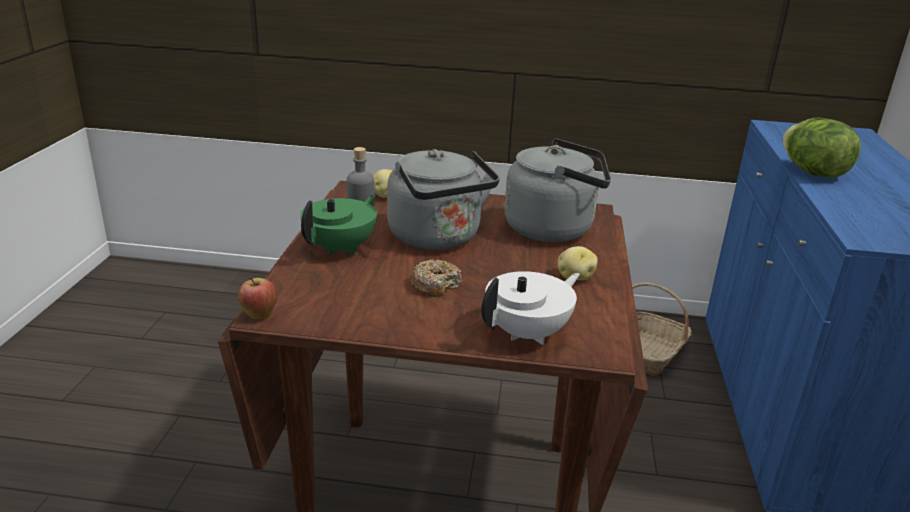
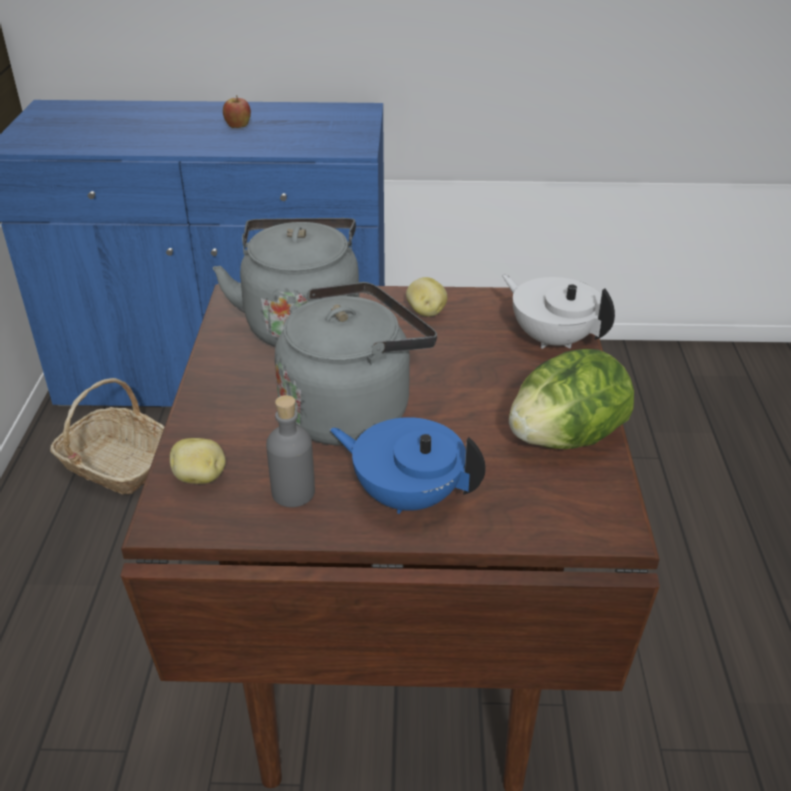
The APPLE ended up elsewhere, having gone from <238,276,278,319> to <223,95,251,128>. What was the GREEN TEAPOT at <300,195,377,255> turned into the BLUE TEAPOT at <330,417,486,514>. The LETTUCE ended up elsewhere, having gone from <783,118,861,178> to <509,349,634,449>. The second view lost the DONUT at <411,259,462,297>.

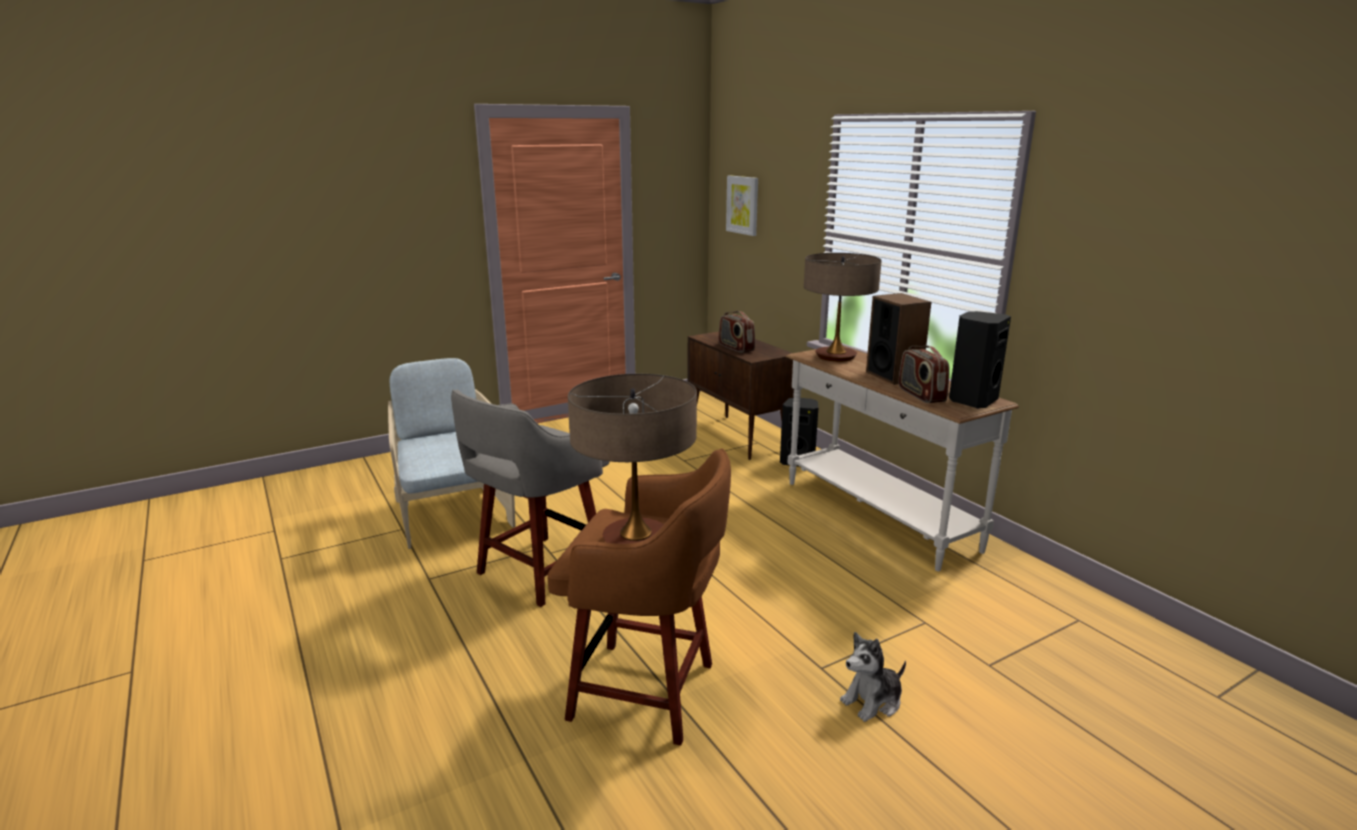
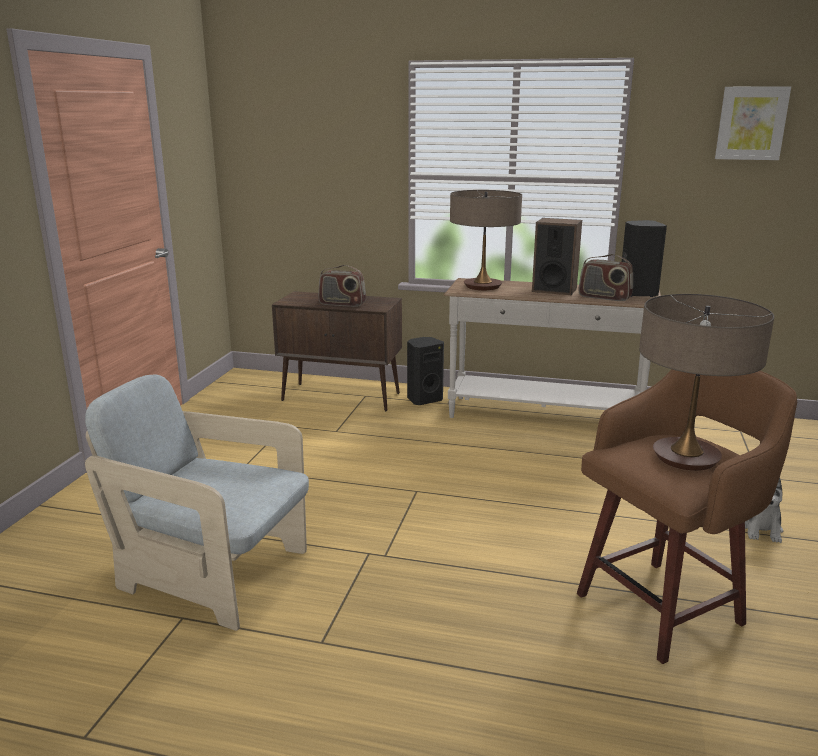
The PICTURE ended up elsewhere, having gone from <726,175,758,236> to <715,86,791,160>. The second view lost the GREY STOOL at <451,390,610,607>.

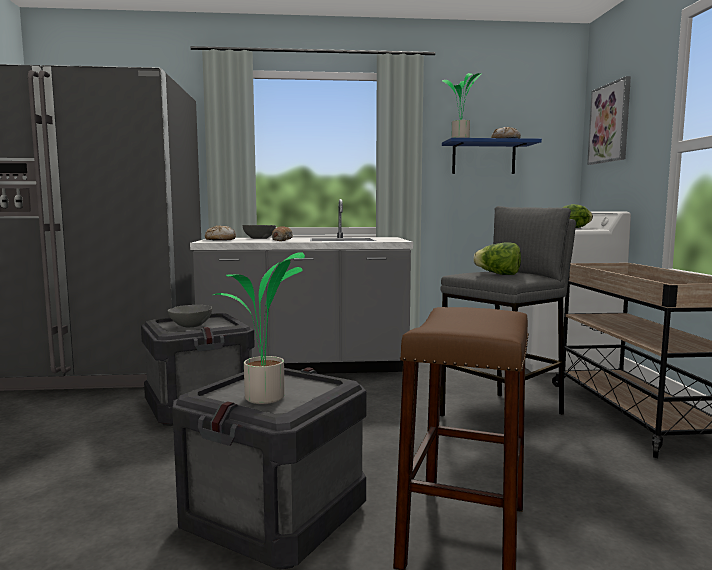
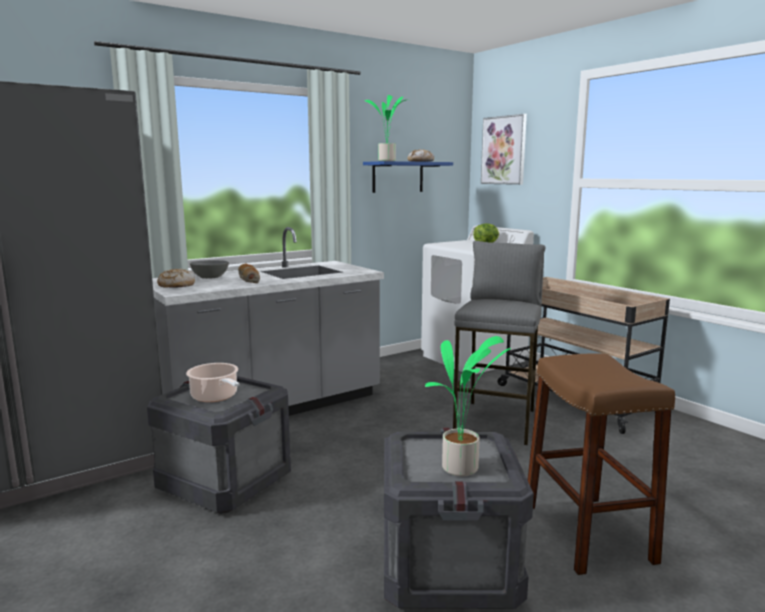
Where the GREY BOWL stood at <168,305,212,327>, the COOKING POT came to stand at <186,363,239,402>. The second view lost the LETTUCE at <474,242,521,275>.

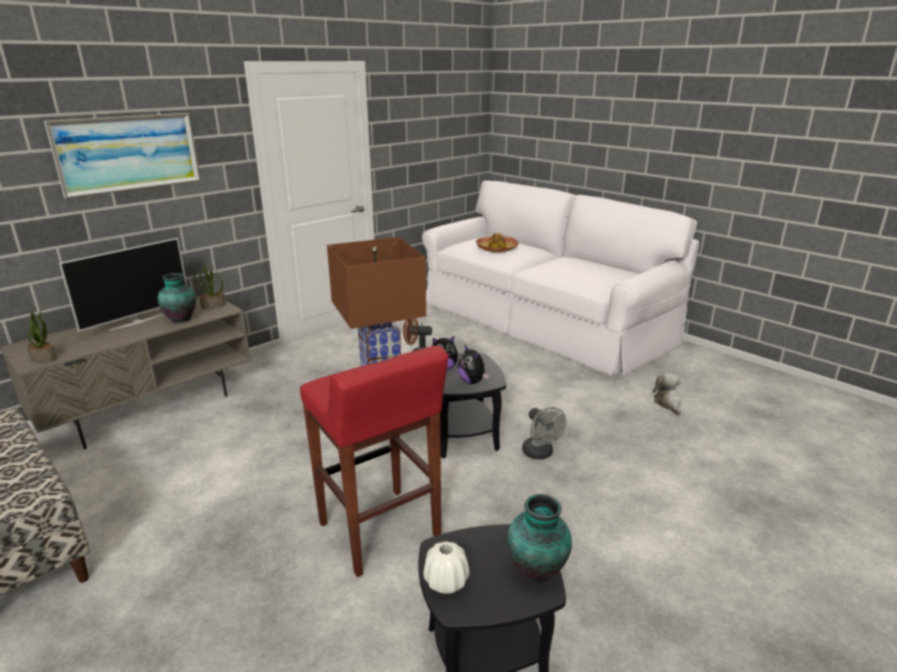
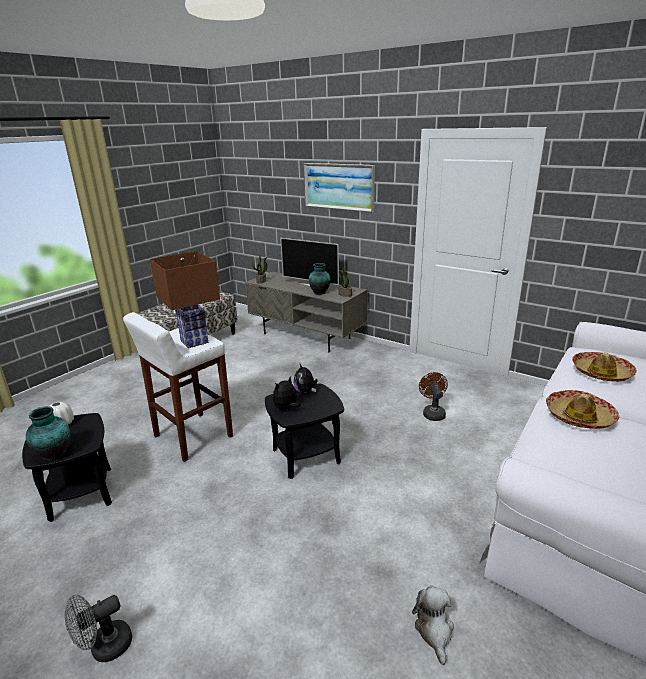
The GREY FAN ended up elsewhere, having gone from <522,407,566,460> to <64,594,132,662>. What was the RED STOOL at <300,345,448,577> turned into the WHITE STOOL at <123,312,233,462>. The PLUSH TOY at <653,373,682,415> ended up facing another way, 75 degrees counterclockwise from before. The second view gained the HAT at <546,390,619,429>.

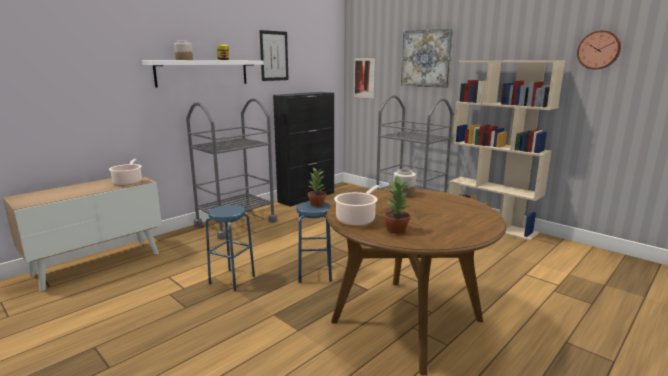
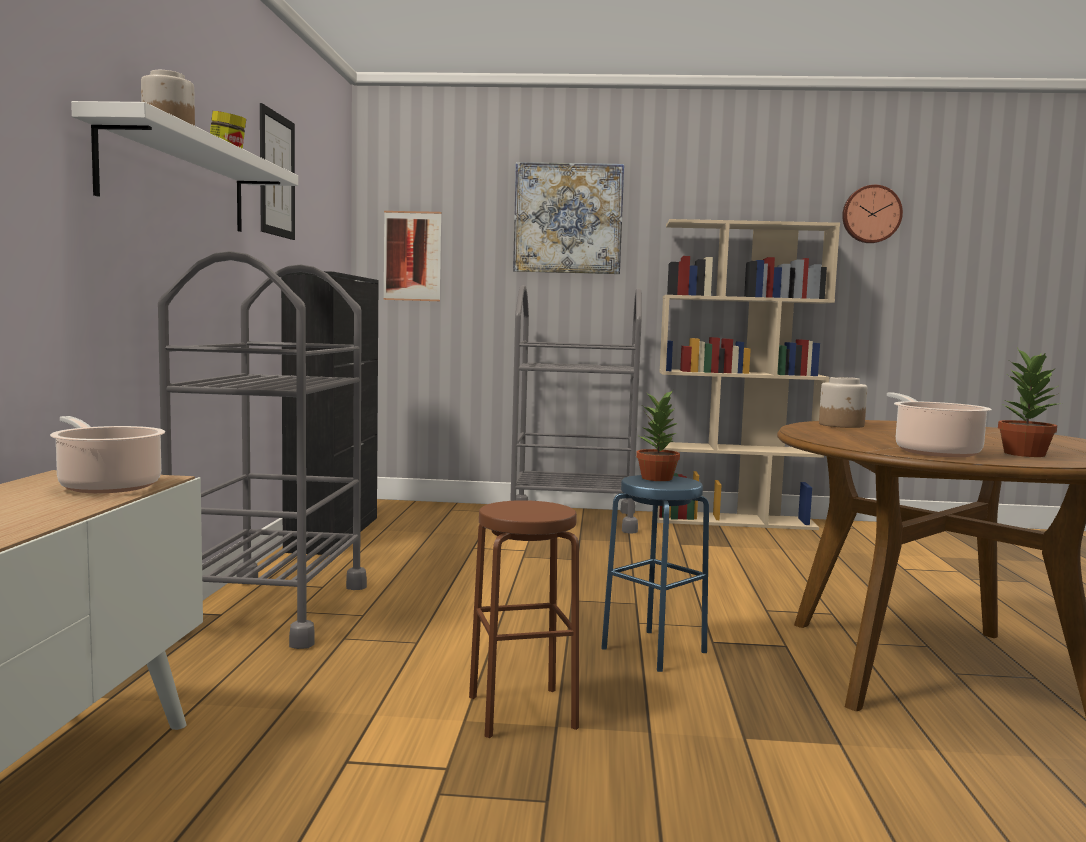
What was the BLUE STOOL at <206,205,255,291> turned into the BROWN STOOL at <469,500,579,738>.

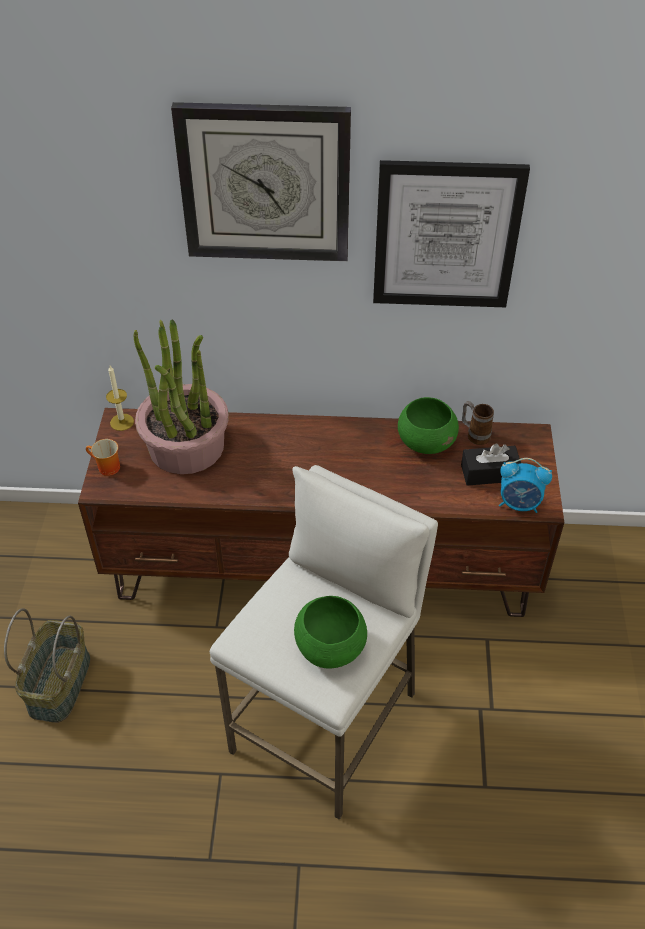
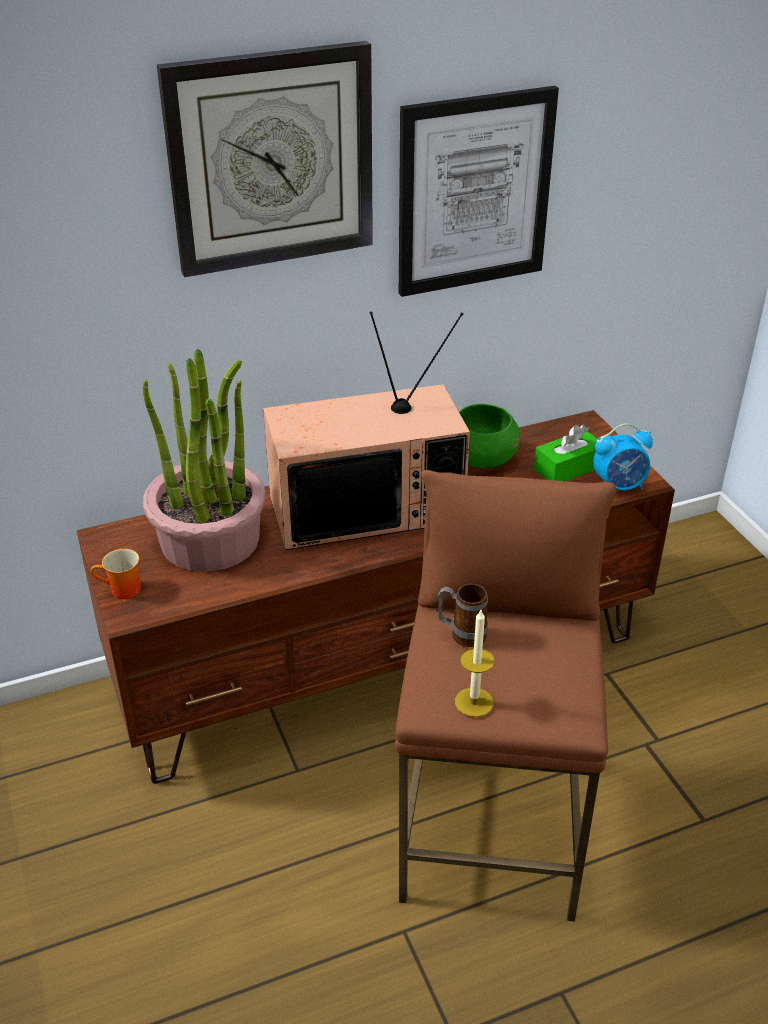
The second view gained the TELEVISION at <263,311,470,550>. What was the WHITE STOOL at <210,465,438,820> turned into the BROWN STOOL at <395,470,616,922>. The MUG ended up elsewhere, having gone from <462,401,494,445> to <438,584,488,647>. The CANDLE ended up elsewhere, having gone from <106,366,134,431> to <455,610,494,717>. What was the BLACK TISSUE BOX at <461,443,521,486> turned into the GREEN TISSUE BOX at <534,425,597,481>. The second view lost the BASKET at <4,608,90,723>. The second view lost the GREEN BOWL at <294,596,367,668>.

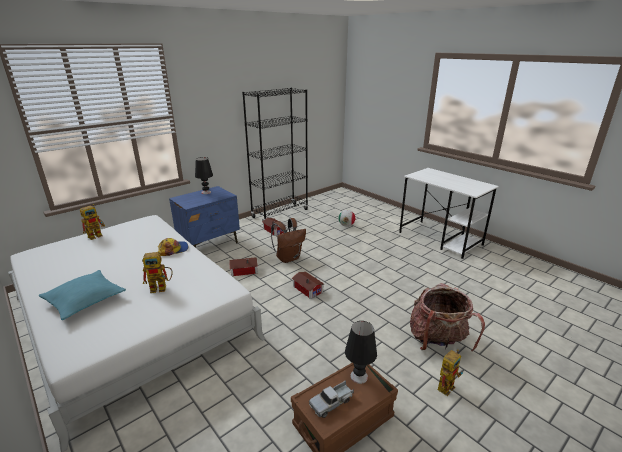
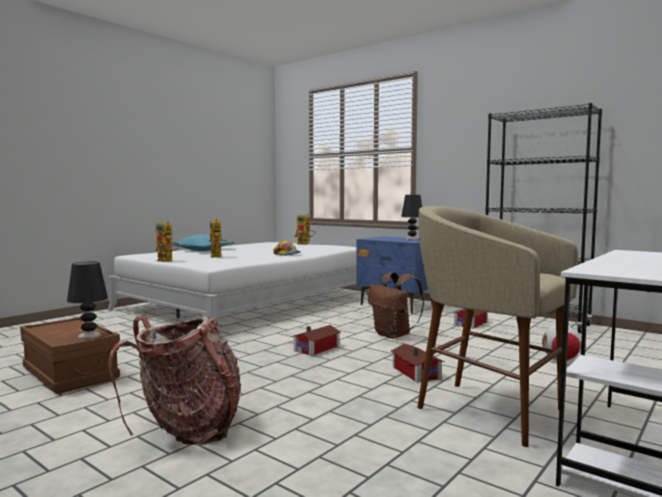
The TOY ROBOT ended up elsewhere, having gone from <438,349,463,396> to <155,221,181,262>. The TOY HOUSE ended up elsewhere, having gone from <229,257,258,276> to <391,344,444,383>. The second view gained the BEIGE STOOL at <417,206,578,447>. The second view lost the TOY TRUCK at <309,380,354,418>.

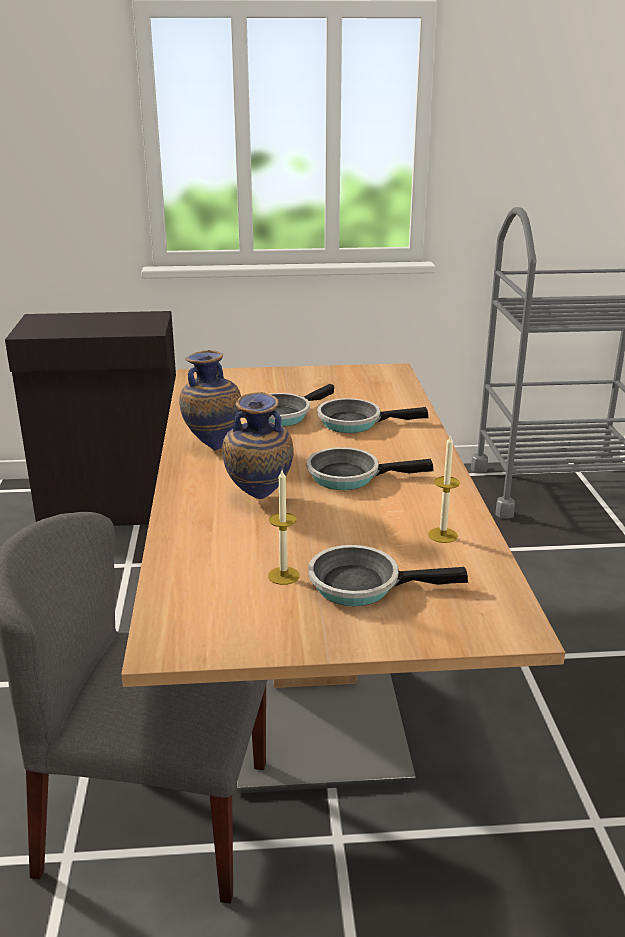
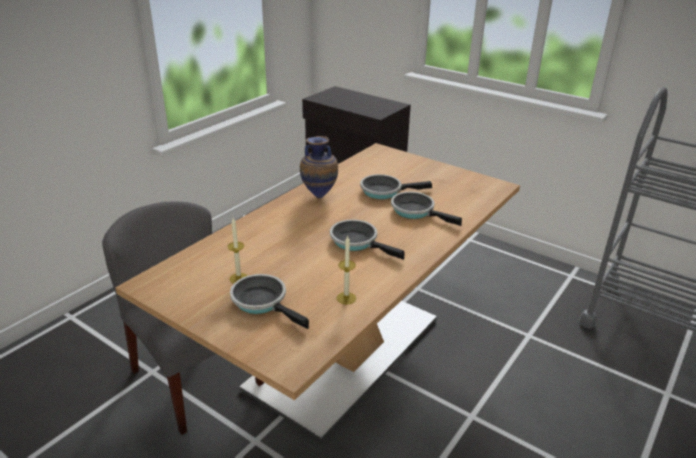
The second view lost the VASE at <223,392,294,499>.

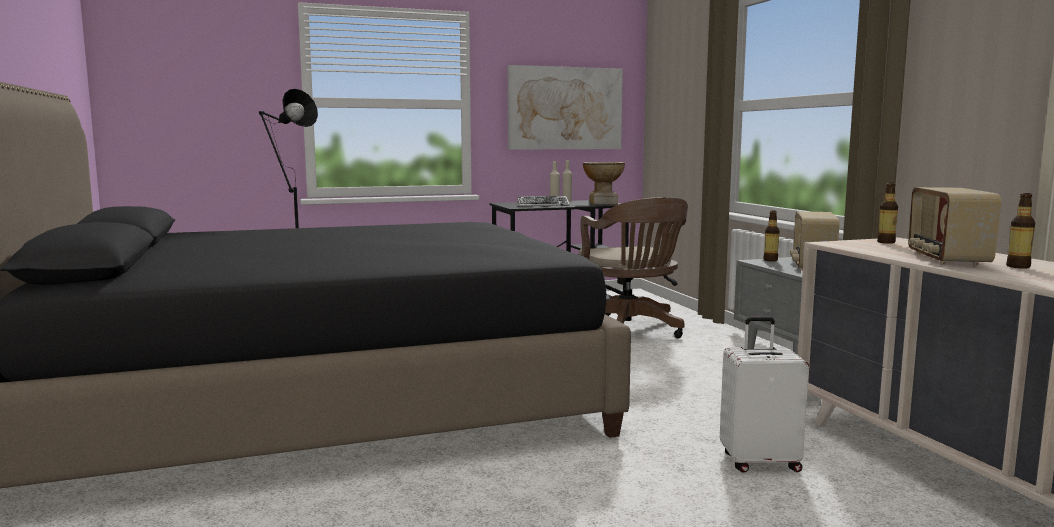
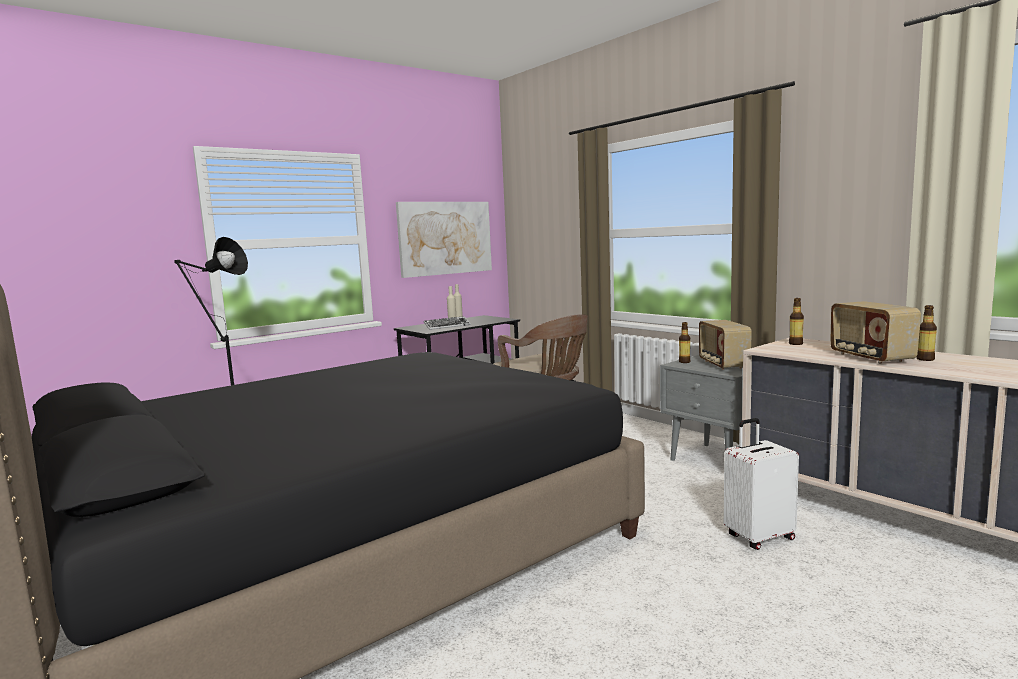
The second view lost the VASE at <583,162,625,204>.

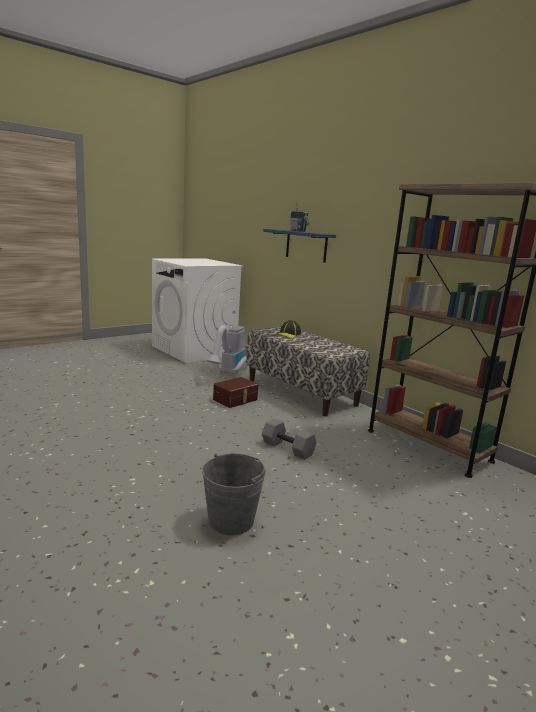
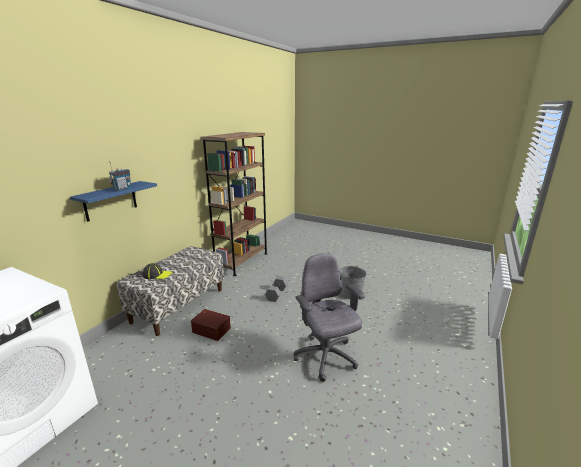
The second view gained the GREY OFFICE CHAIR at <294,253,365,382>. The second view lost the VACUUM CLEANER at <206,325,248,374>.

